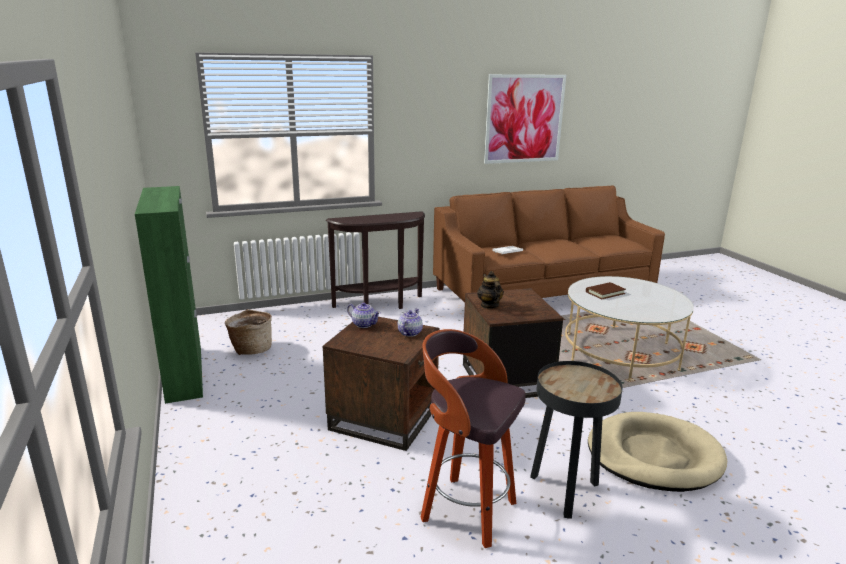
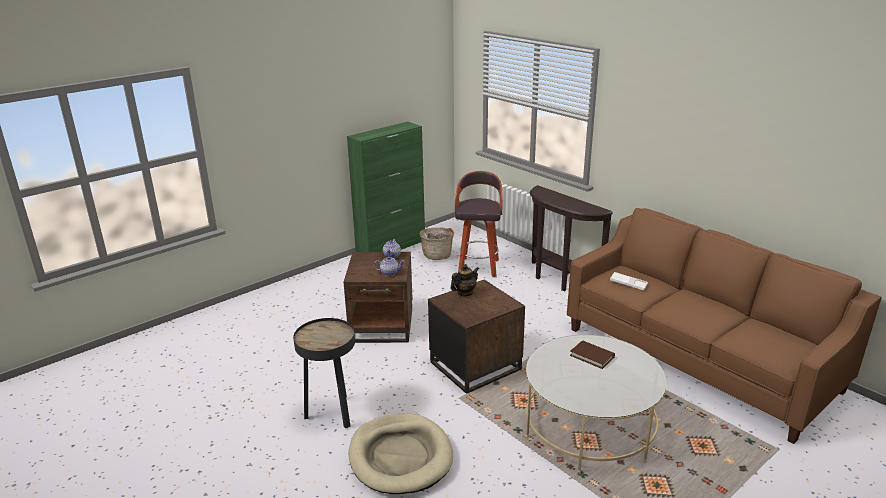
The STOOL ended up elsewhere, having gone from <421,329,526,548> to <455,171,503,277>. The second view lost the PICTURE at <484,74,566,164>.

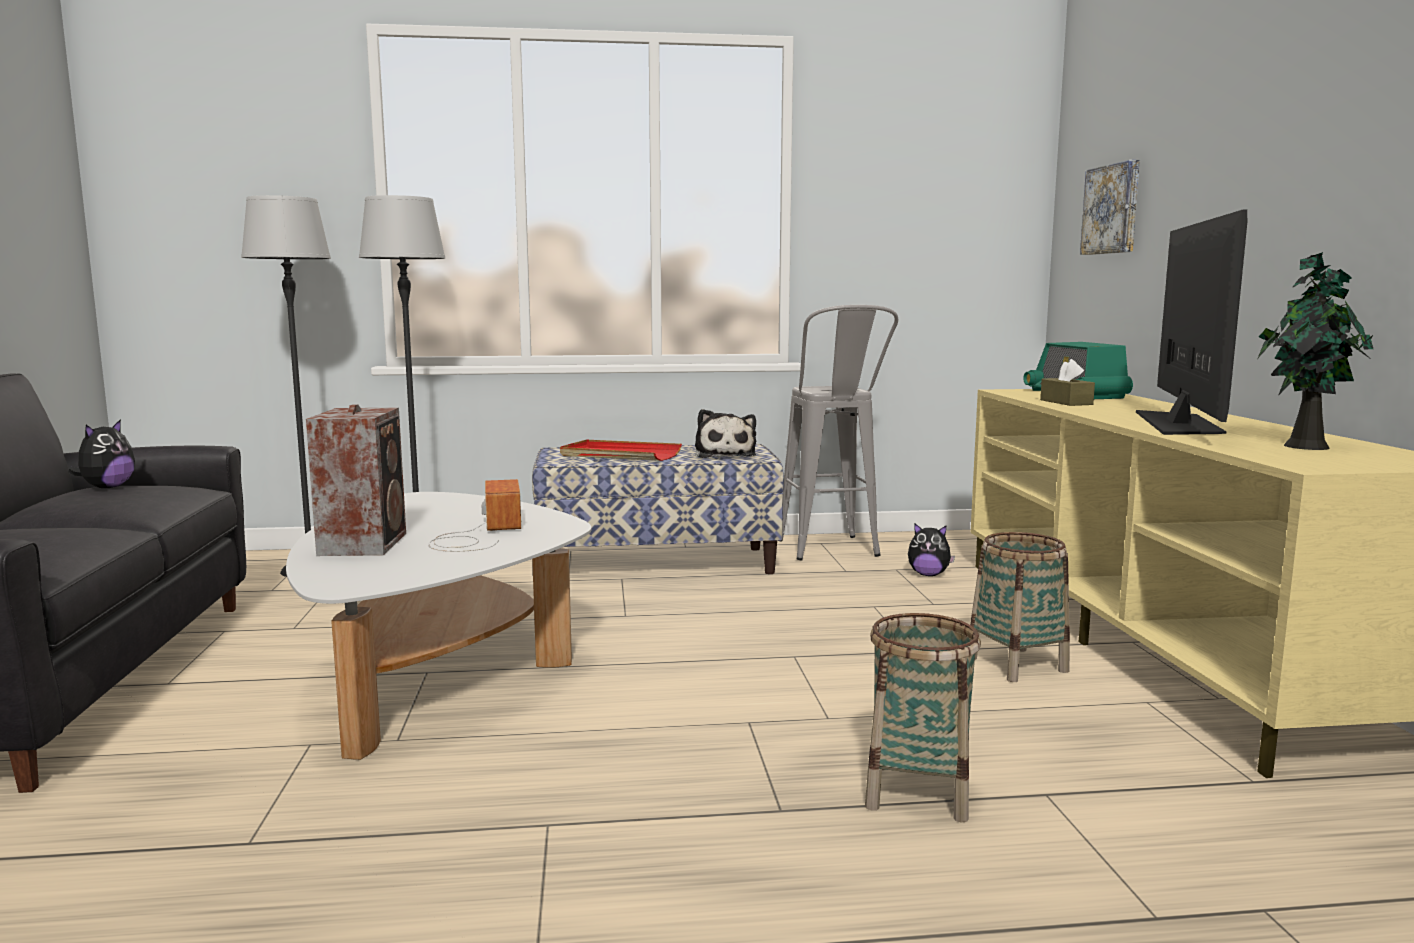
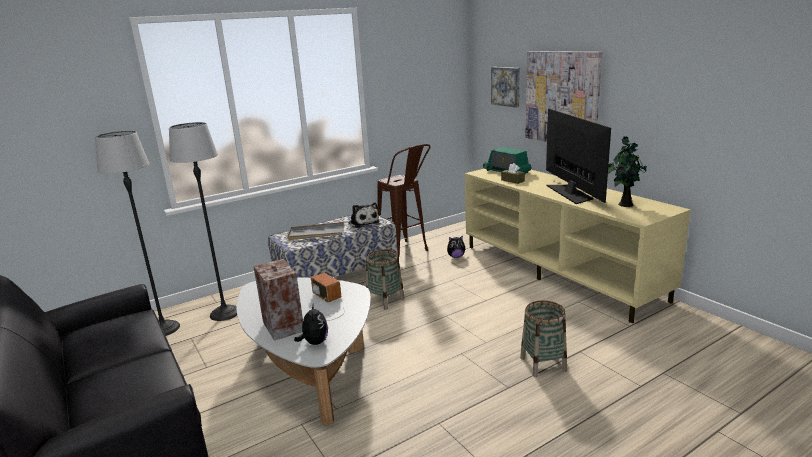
What was the RED TRAY at <560,439,682,461> turned into the GREY TRAY at <287,222,344,240>. The PLUSH TOY ended up elsewhere, having gone from <69,419,135,488> to <294,306,328,345>. The BASKET ended up elsewhere, having gone from <970,532,1070,682> to <366,250,405,310>. What was the GREY STOOL at <781,305,898,560> turned into the BROWN STOOL at <377,144,431,259>. The second view gained the PICTURE at <525,51,602,142>.

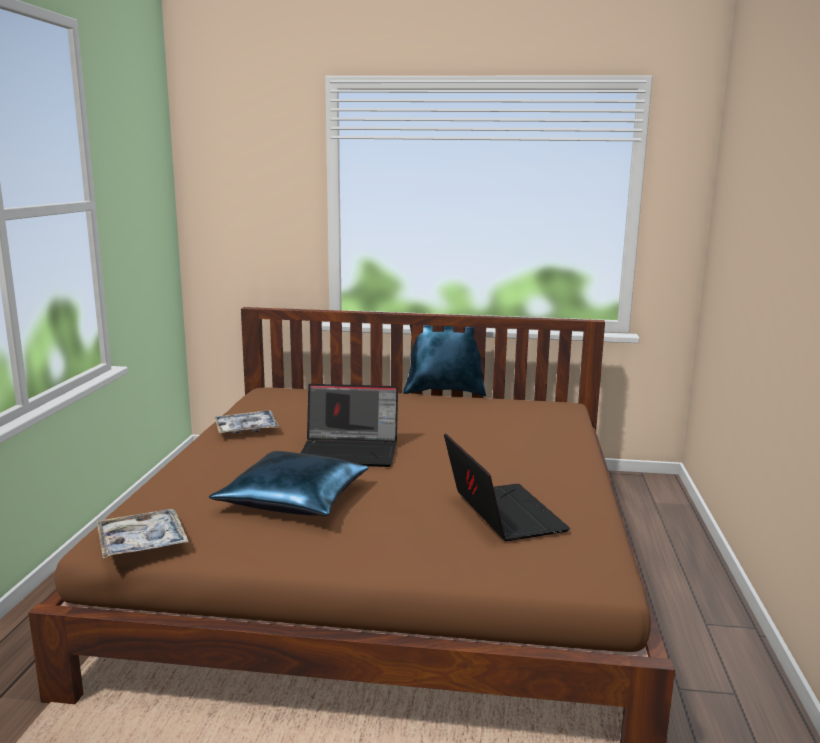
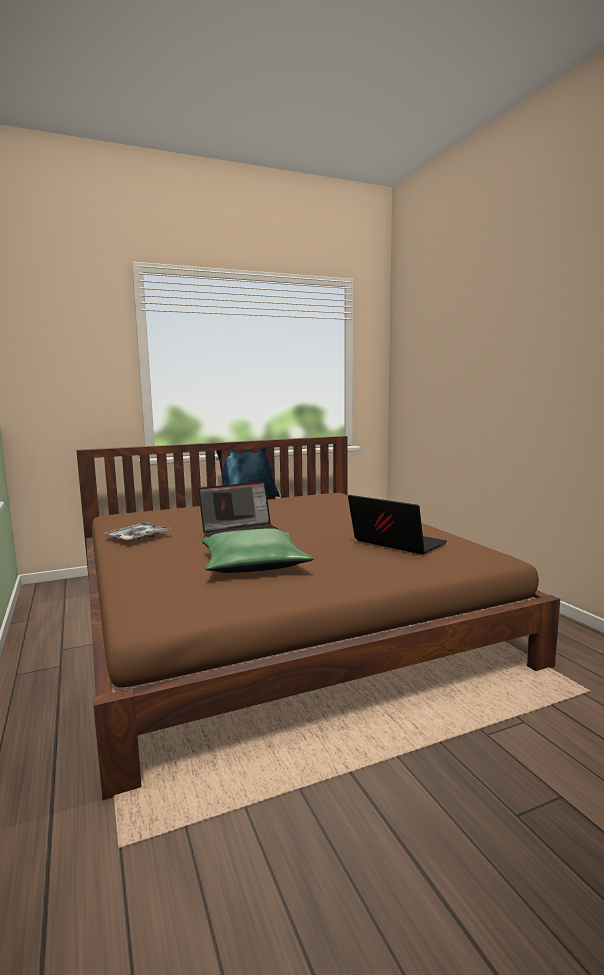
What was the BLUE PILLOW at <209,451,369,516> turned into the GREEN PILLOW at <202,528,314,573>. The second view lost the TRAY at <96,509,188,558>.

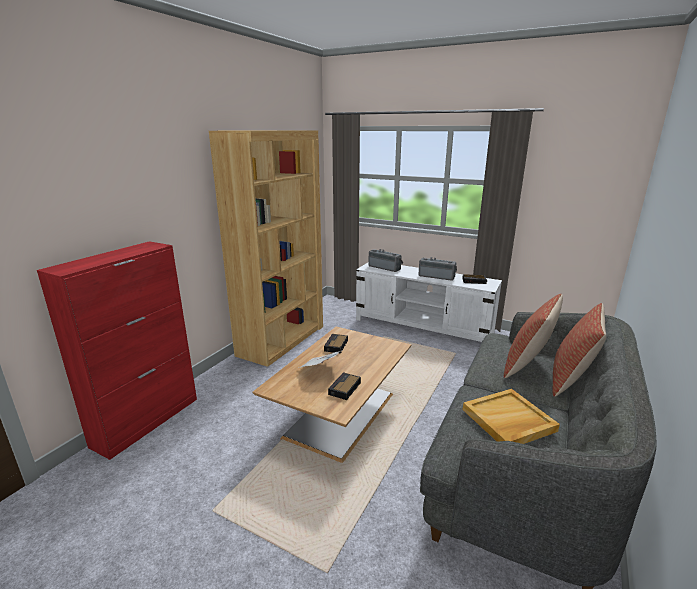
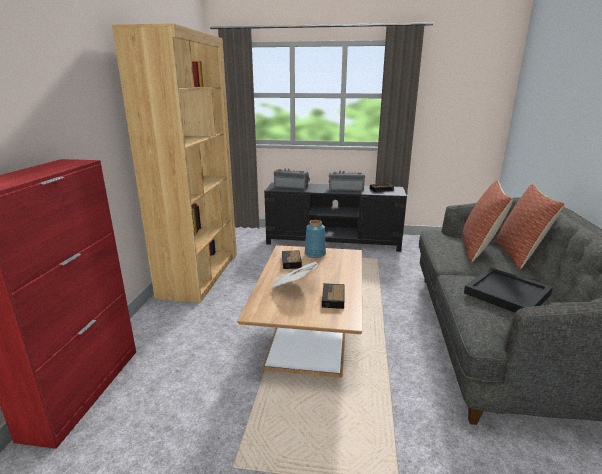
What was the WHITE TV STAND at <356,262,502,342> turned into the BLACK TV STAND at <264,182,407,252>. The second view gained the BLUE VASE at <305,220,326,258>. What was the BEIGE TRAY at <463,389,560,444> turned into the BLACK TRAY at <464,268,553,313>.

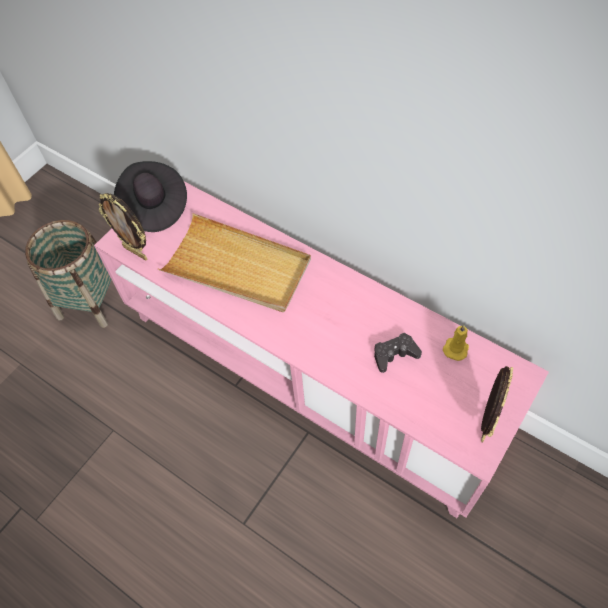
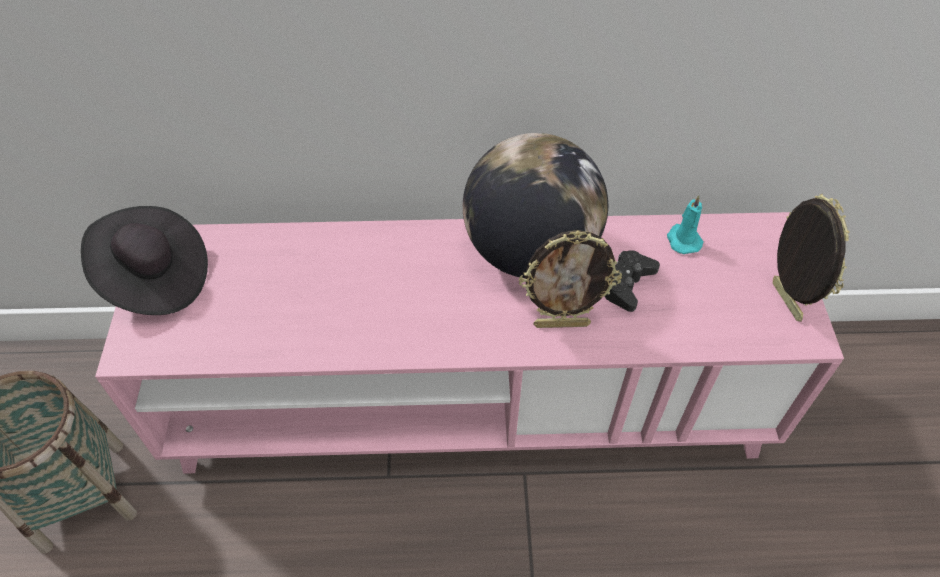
The second view gained the GLOBE at <463,133,608,278>. The PICTURE FRAME ended up elsewhere, having gone from <98,193,148,260> to <519,230,622,328>. What was the YELLOW CANDLE at <443,325,469,361> turned into the TURQUOISE CANDLE at <667,195,703,254>. The second view lost the BEIGE TRAY at <158,213,311,312>.

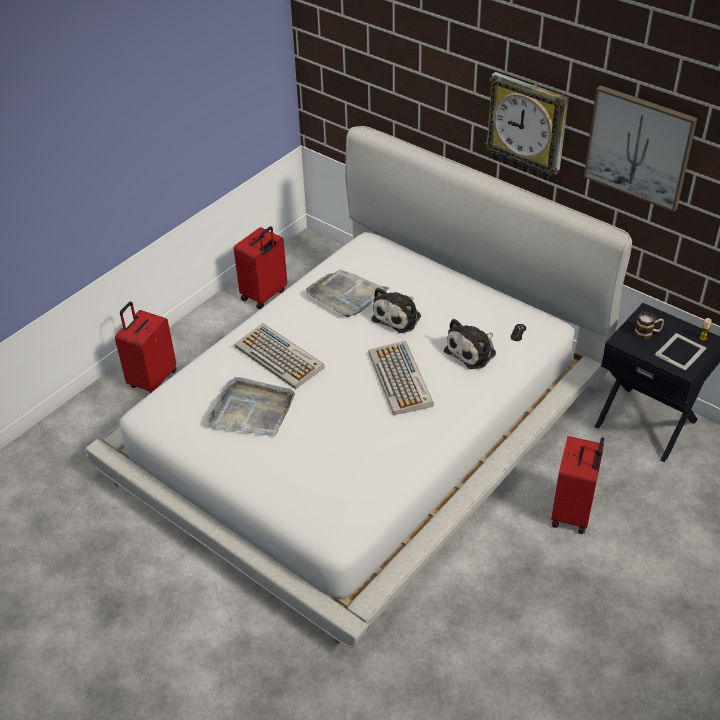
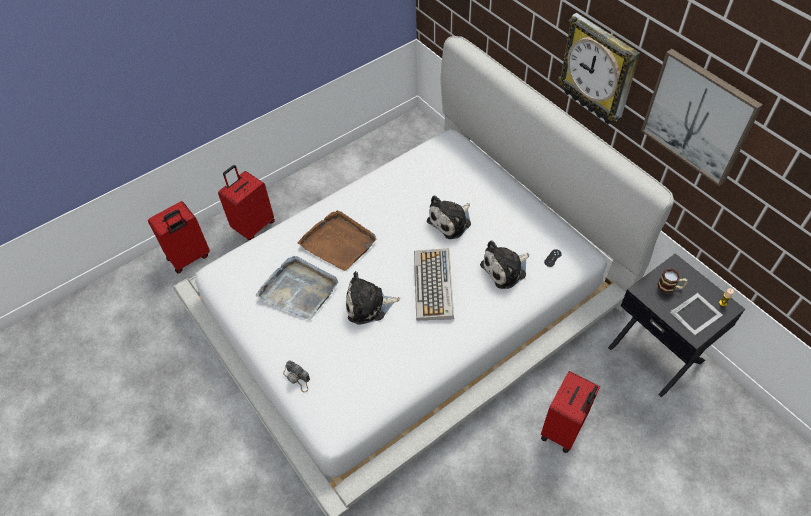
The RED SUITCASE ended up elsewhere, having gone from <234,226,287,309> to <148,201,210,274>. The second view gained the PHOTO CAMERA at <283,361,310,393>. Where the KEYBOARD stood at <234,323,325,389>, the BROWN TRAY came to stand at <298,210,376,271>. The second view gained the PLUSH TOY at <346,271,400,324>. The second view lost the GREY TRAY at <306,269,390,317>.

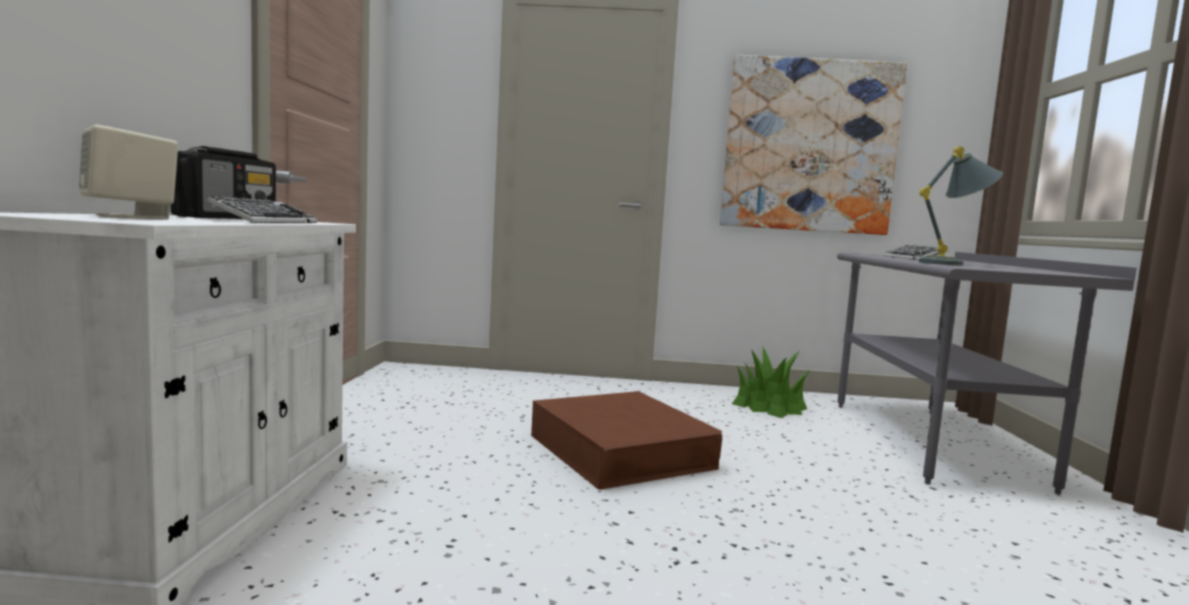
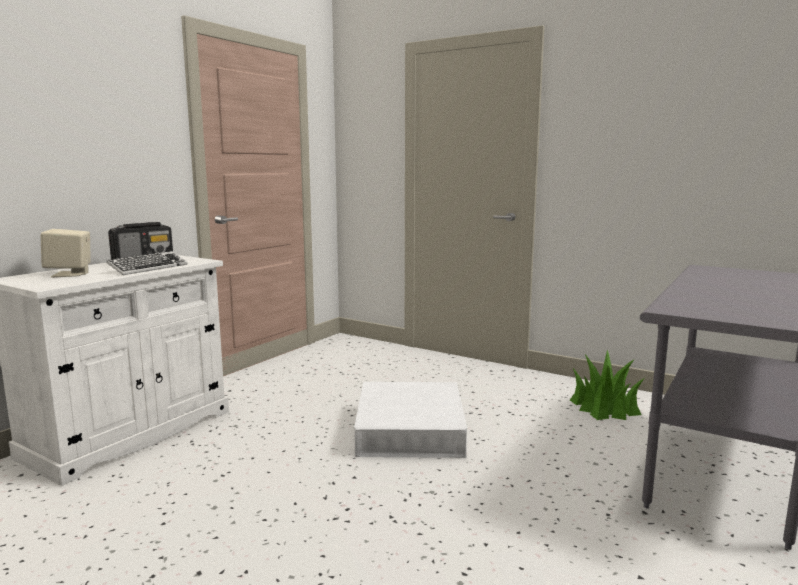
What was the BROWN STORAGE BOX at <531,391,722,490> turned into the WHITE STORAGE BOX at <354,382,467,458>. The second view lost the PICTURE at <720,55,907,235>. The second view lost the KEYBOARD at <883,245,948,260>. The second view lost the GREY TABLE LAMP at <919,147,1003,266>.

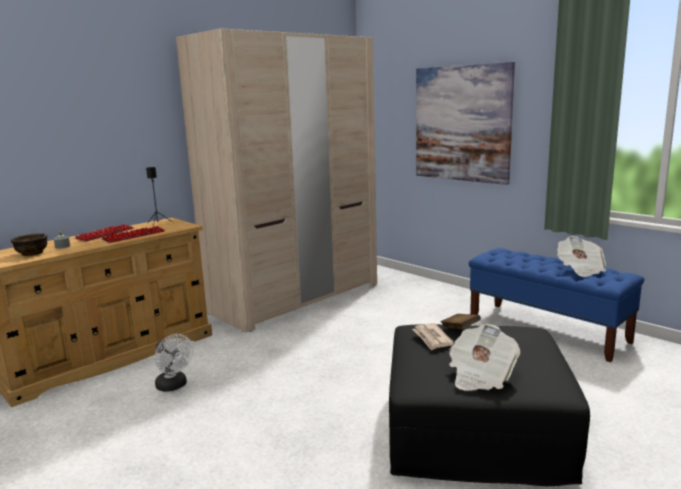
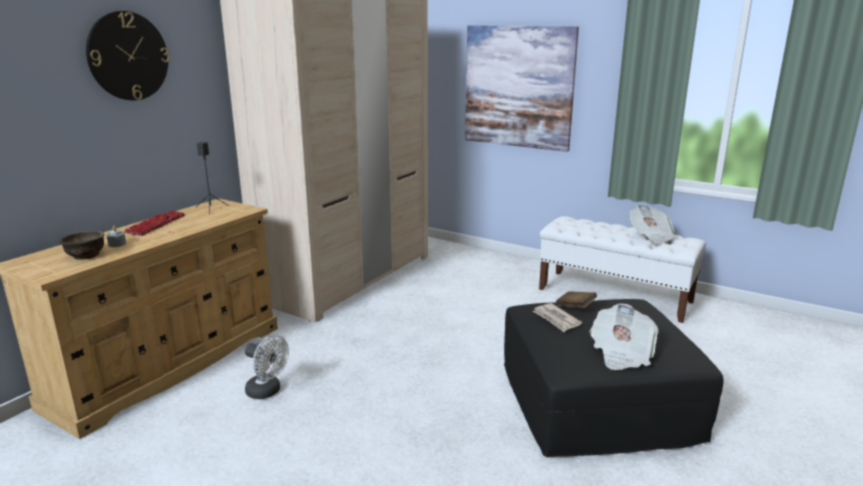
The second view gained the WALL CLOCK at <86,11,169,100>. What was the BLUE BENCH at <469,248,644,362> turned into the WHITE BENCH at <539,216,706,323>. The second view lost the KEYBOARD at <102,226,165,243>.

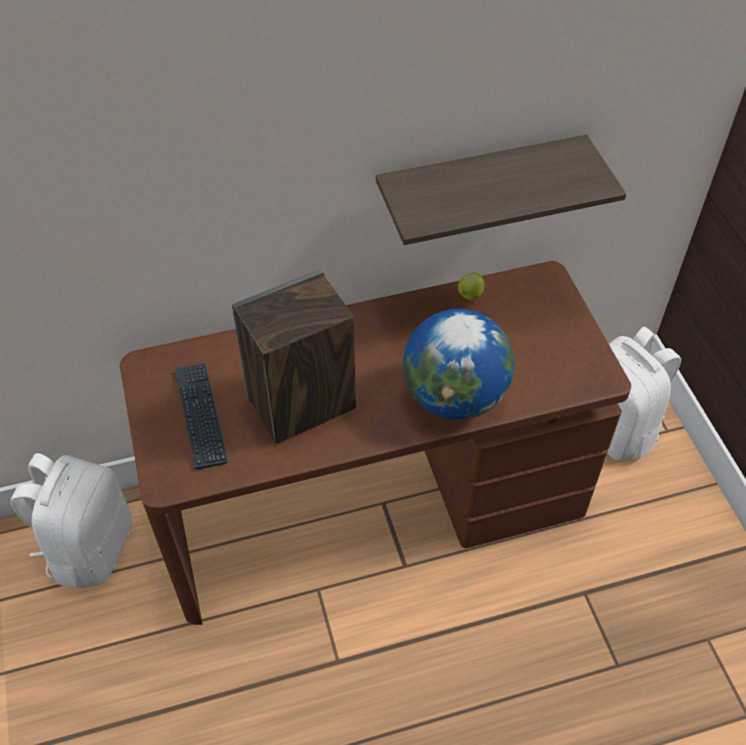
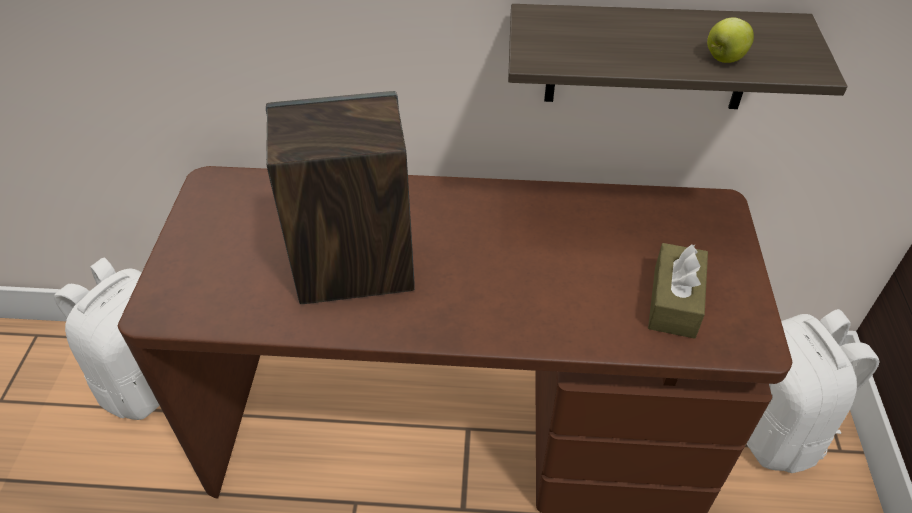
The second view gained the BROWN TISSUE BOX at <648,243,708,339>. The APPLE ended up elsewhere, having gone from <458,273,485,300> to <707,17,754,63>. The second view lost the KEYBOARD at <175,363,228,469>. The second view lost the GLOBE at <403,309,514,420>.

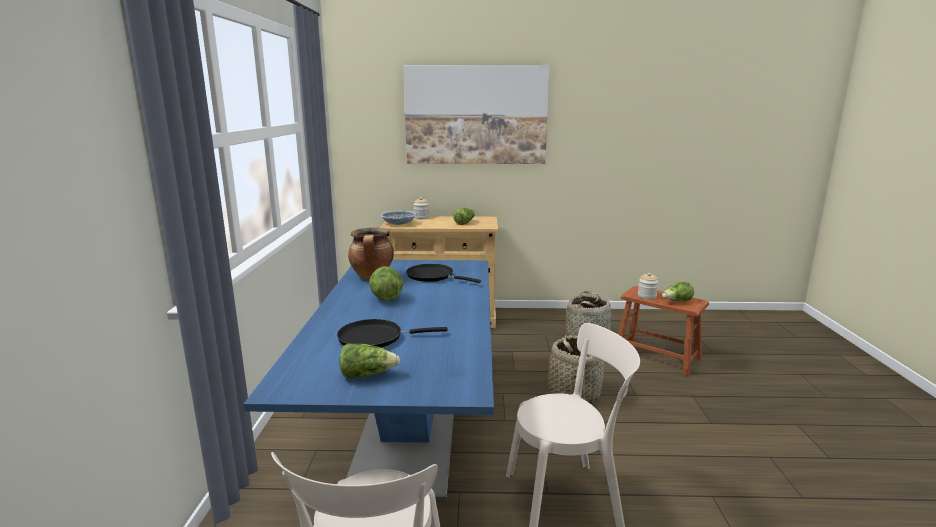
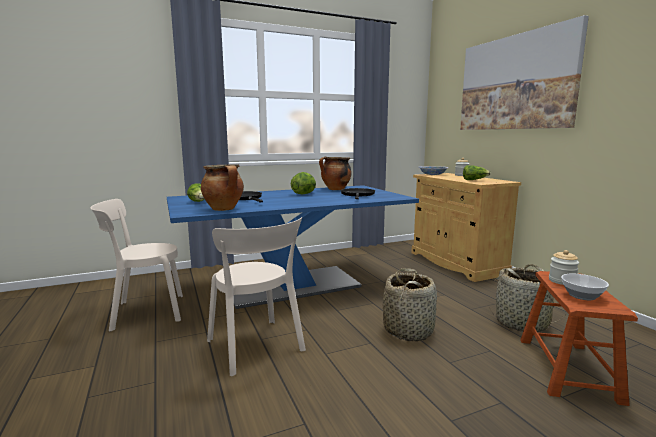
The second view gained the COOKING POT at <201,165,244,211>. Where the LETTUCE stood at <662,282,694,301>, the BOWL came to stand at <561,274,609,300>.

